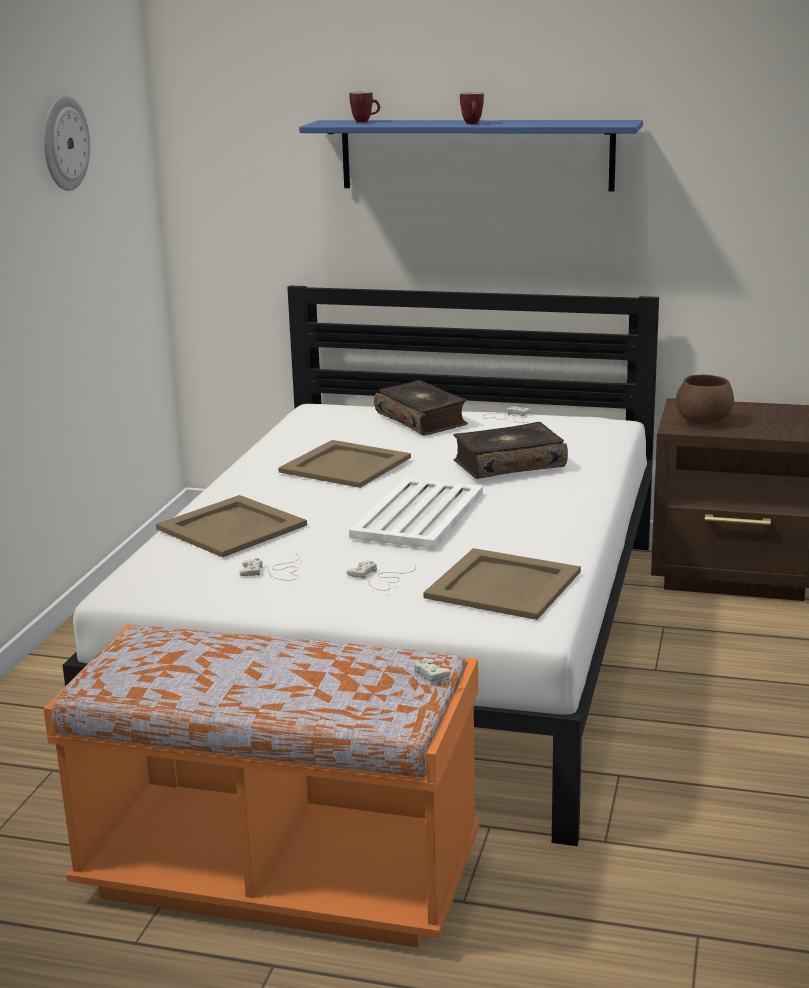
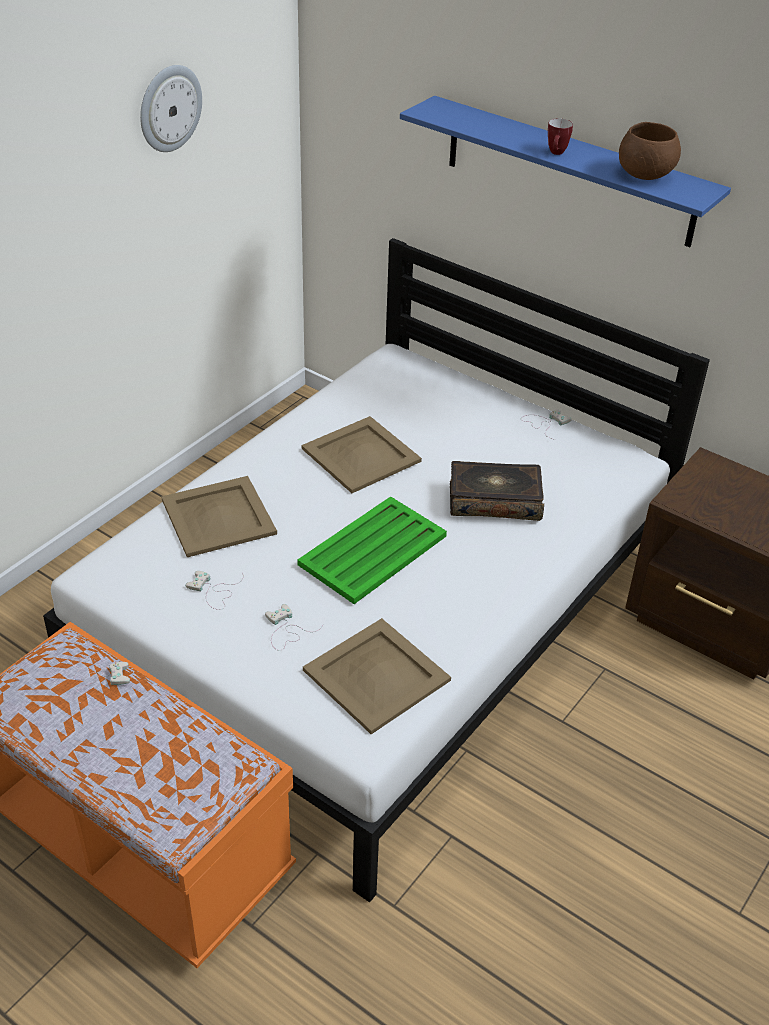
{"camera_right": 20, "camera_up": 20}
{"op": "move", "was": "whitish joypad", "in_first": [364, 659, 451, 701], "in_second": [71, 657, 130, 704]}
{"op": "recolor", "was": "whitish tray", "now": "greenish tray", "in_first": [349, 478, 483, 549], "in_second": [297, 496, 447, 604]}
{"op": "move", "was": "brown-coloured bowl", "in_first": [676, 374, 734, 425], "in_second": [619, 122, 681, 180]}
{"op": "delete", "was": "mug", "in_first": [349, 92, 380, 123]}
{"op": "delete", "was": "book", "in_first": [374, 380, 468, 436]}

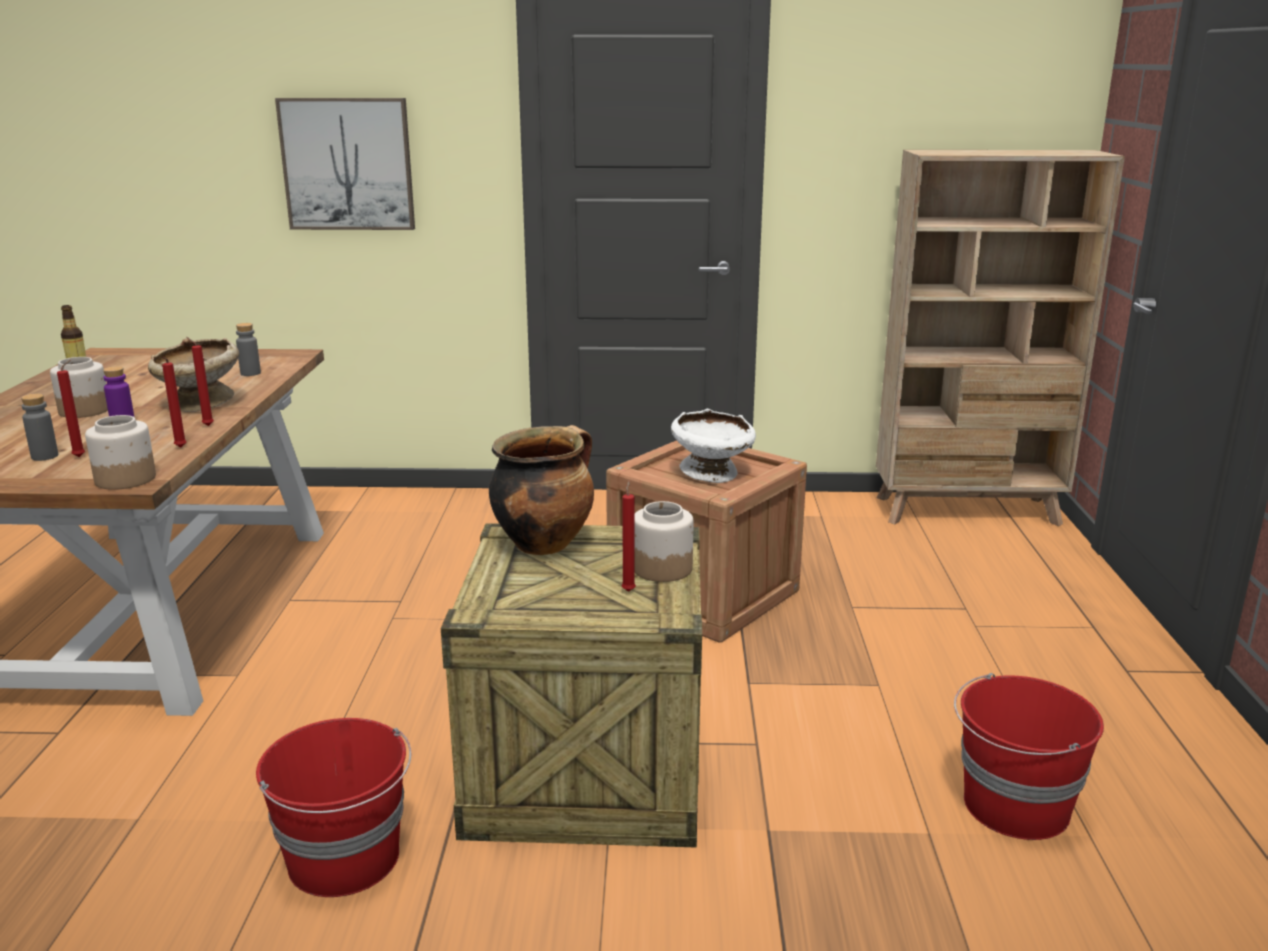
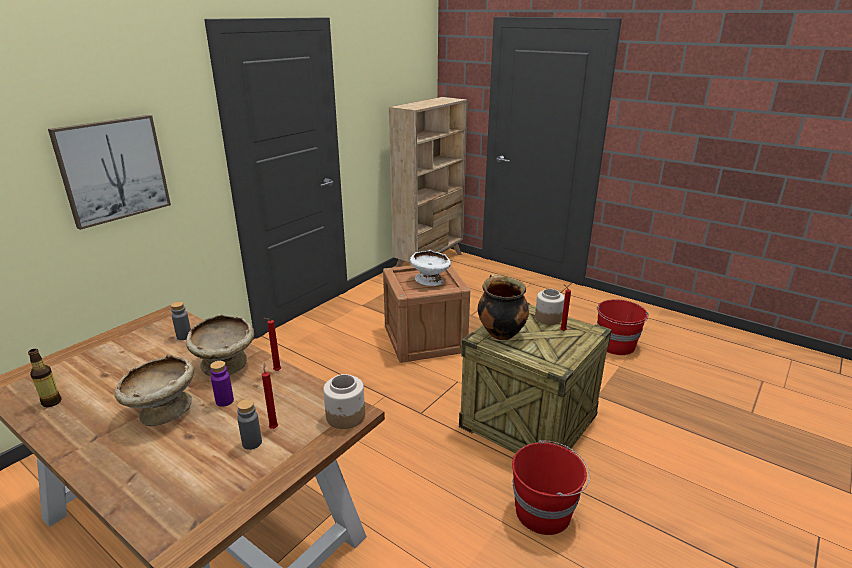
{"camera_right": -55, "camera_up": 5}
{"op": "replace", "was": "preserve jar", "now": "beige bowl", "in_first": [50, 357, 108, 418], "in_second": [114, 354, 194, 426]}
{"op": "delete", "was": "red-coloured candle", "in_first": [162, 357, 187, 447]}

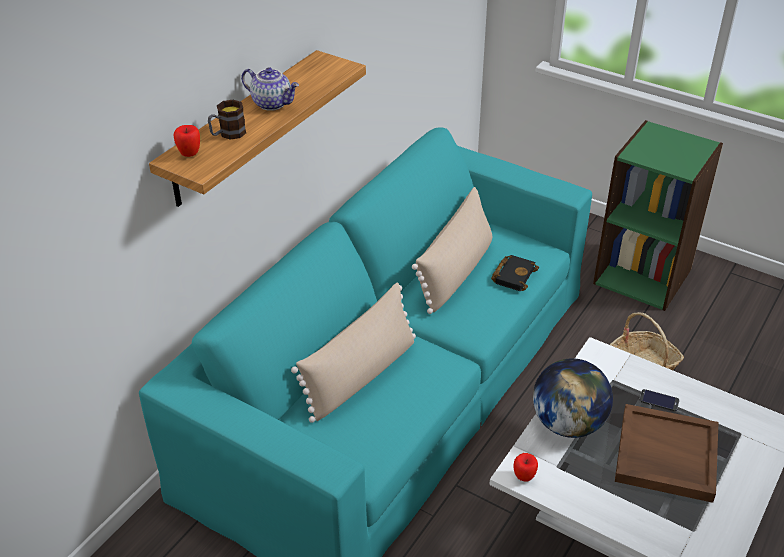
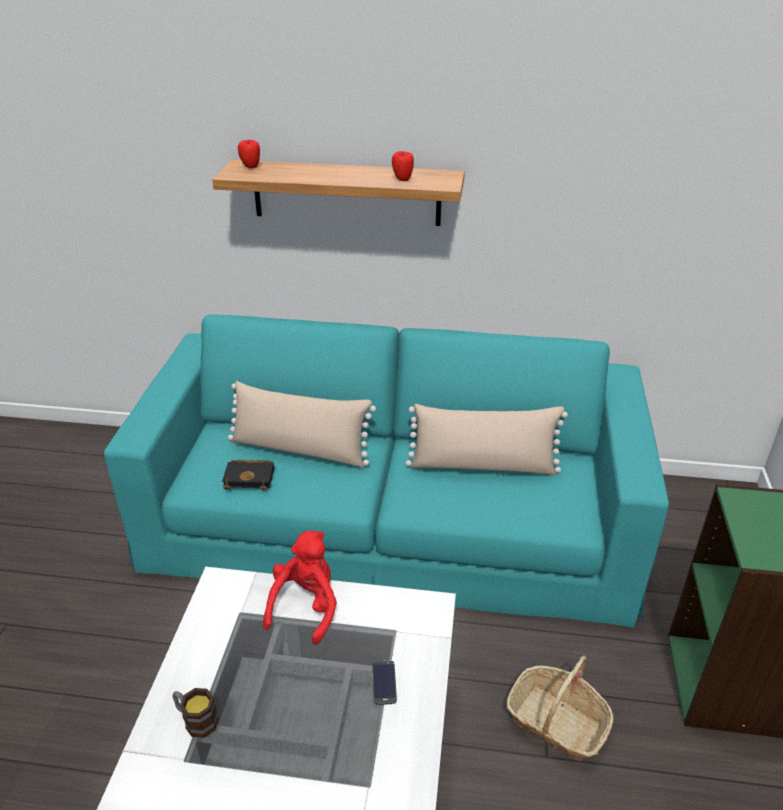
{"camera_right": 65, "camera_up": -5}
{"op": "move", "was": "mug", "in_first": [208, 100, 246, 140], "in_second": [172, 688, 219, 738]}
{"op": "move", "was": "blackish book", "in_first": [491, 255, 539, 291], "in_second": [222, 460, 274, 490]}
{"op": "replace", "was": "globe", "now": "red-coloured cuddly toy", "in_first": [533, 358, 613, 438], "in_second": [263, 531, 337, 645]}
{"op": "move", "was": "apple fruit", "in_first": [513, 453, 538, 482], "in_second": [392, 151, 414, 181]}
{"op": "delete", "was": "tea pot", "in_first": [241, 67, 299, 111]}
{"op": "delete", "was": "brown-coloured tray", "in_first": [615, 404, 719, 503]}

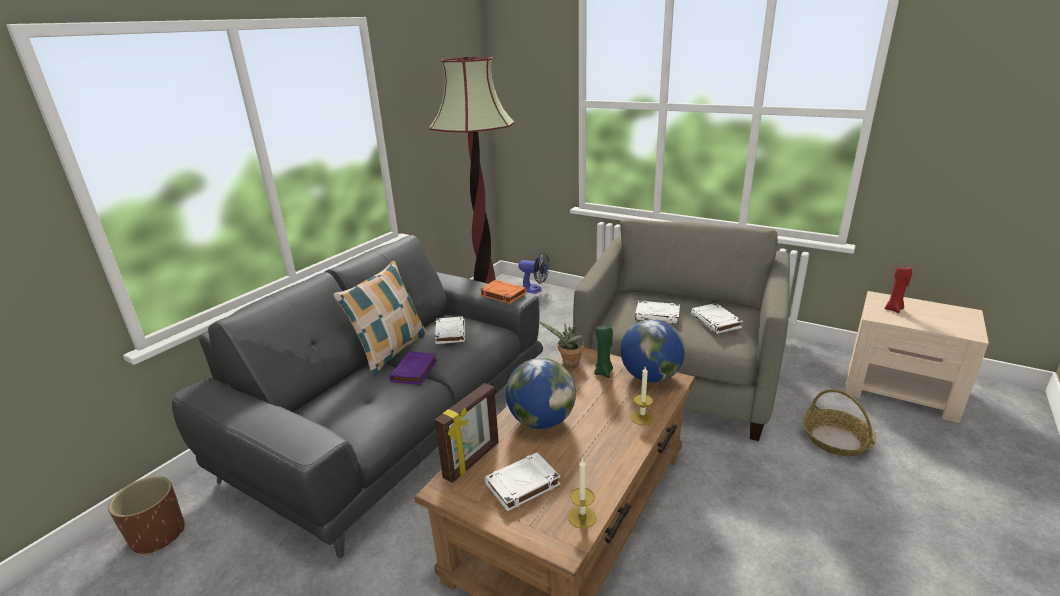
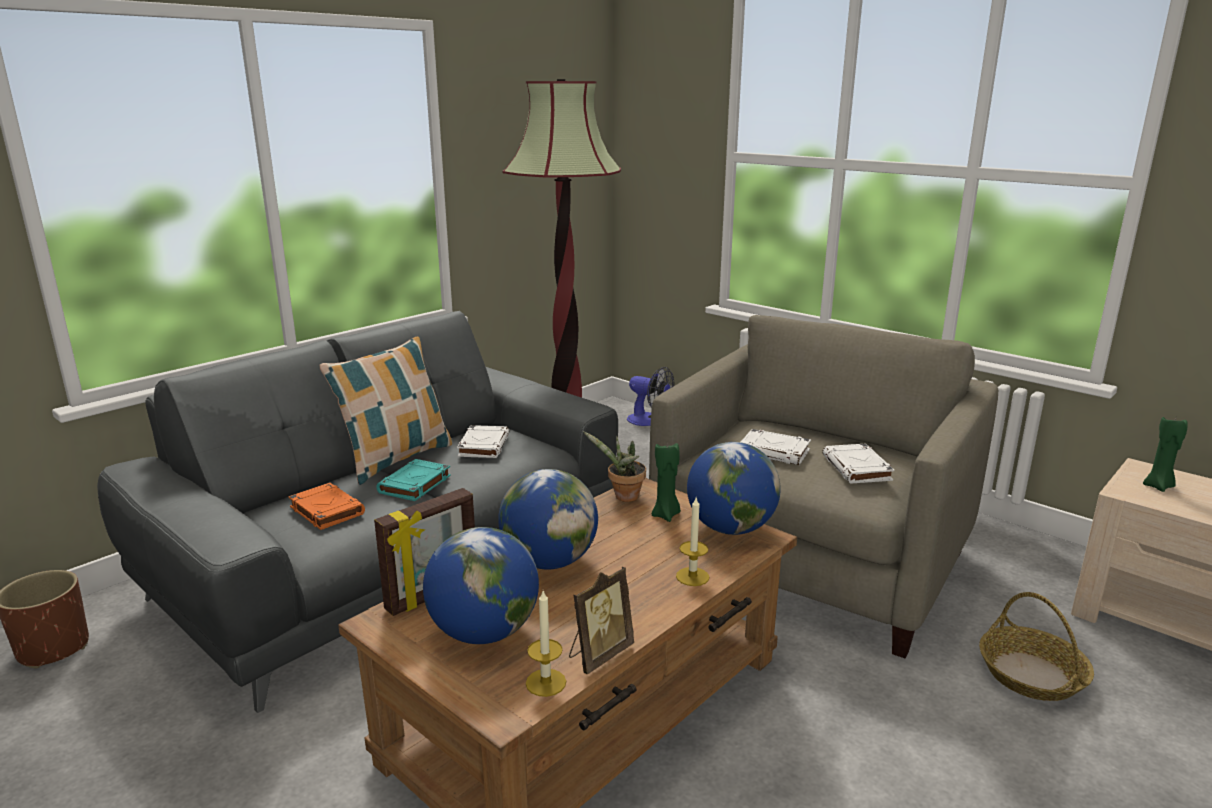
{"camera_right": 10, "camera_up": -5}
{"op": "move", "was": "orange book", "in_first": [479, 280, 526, 304], "in_second": [288, 483, 365, 530]}
{"op": "recolor", "was": "purplish book", "now": "turquoise-coloured book", "in_first": [389, 351, 437, 385], "in_second": [376, 459, 451, 501]}
{"op": "replace", "was": "whitish book", "now": "globe", "in_first": [485, 453, 561, 512], "in_second": [423, 527, 539, 644]}
{"op": "insert", "now": "standing frame", "in_second": [569, 567, 634, 674]}
{"op": "recolor", "was": "red-coloured candle", "now": "greenish candle", "in_first": [885, 267, 912, 313], "in_second": [1143, 417, 1188, 492]}

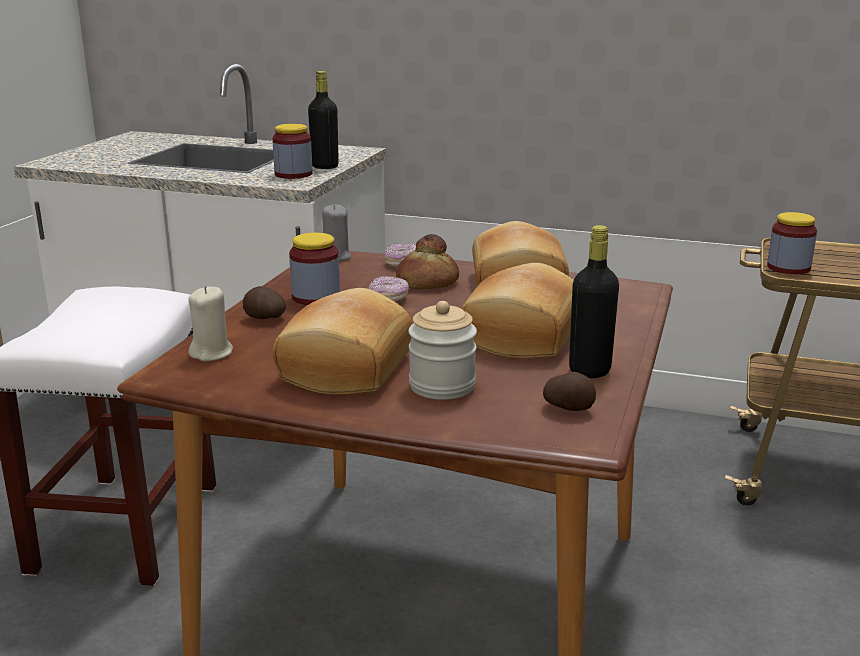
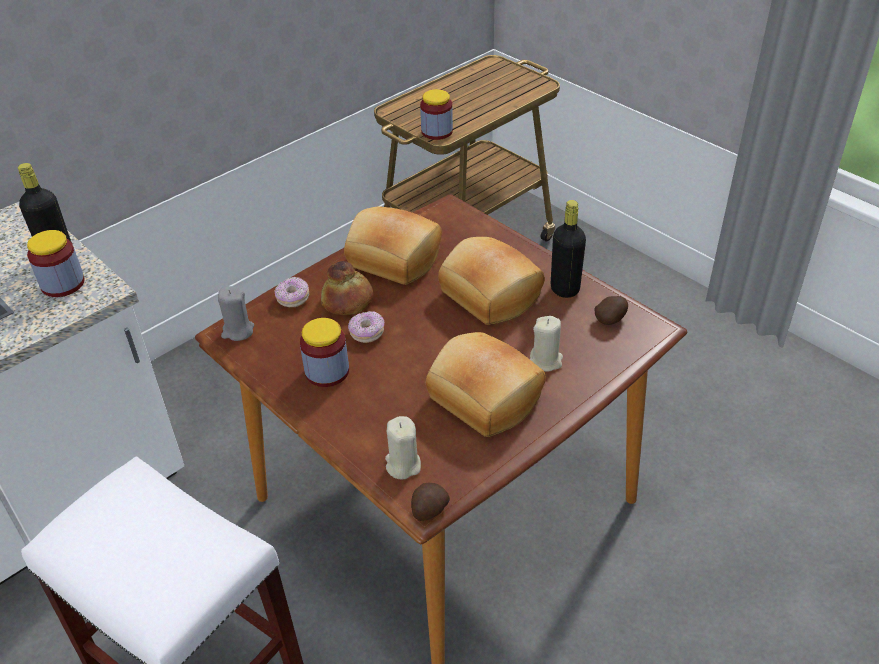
{"camera_right": -60, "camera_up": 20}
{"op": "move", "was": "potato", "in_first": [243, 286, 286, 319], "in_second": [411, 482, 450, 521]}
{"op": "replace", "was": "preserve jar", "now": "beige candle", "in_first": [408, 301, 477, 400], "in_second": [530, 316, 563, 372]}

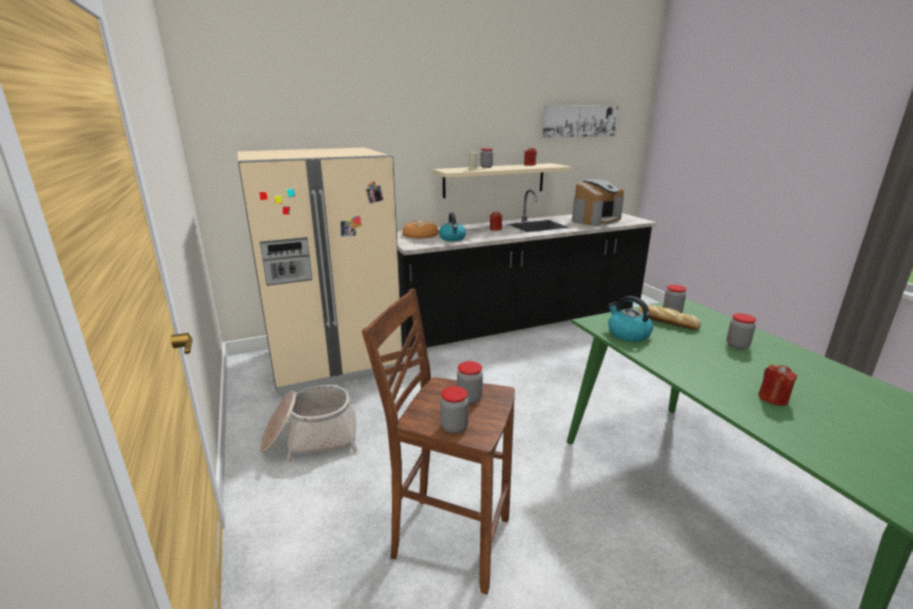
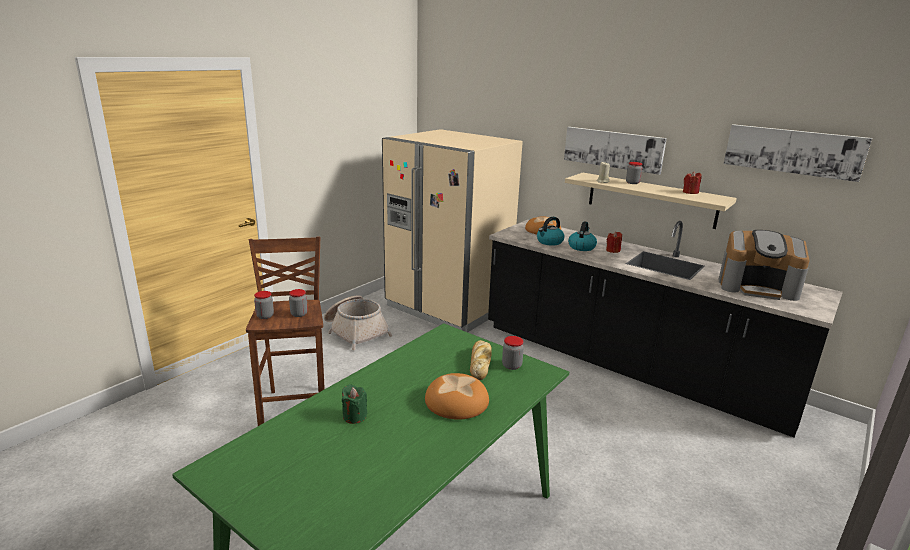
{"camera_right": 60, "camera_up": 0}
{"op": "recolor", "was": "red-coloured candle", "now": "greenish candle", "in_first": [758, 365, 798, 406], "in_second": [342, 384, 367, 424]}
{"op": "replace", "was": "preserve jar", "now": "bakery bread", "in_first": [726, 313, 756, 349], "in_second": [425, 373, 489, 419]}
{"op": "insert", "now": "wall picture", "in_second": [564, 127, 667, 175]}
{"op": "move", "was": "tea kettle", "in_first": [608, 296, 653, 342], "in_second": [568, 221, 597, 251]}

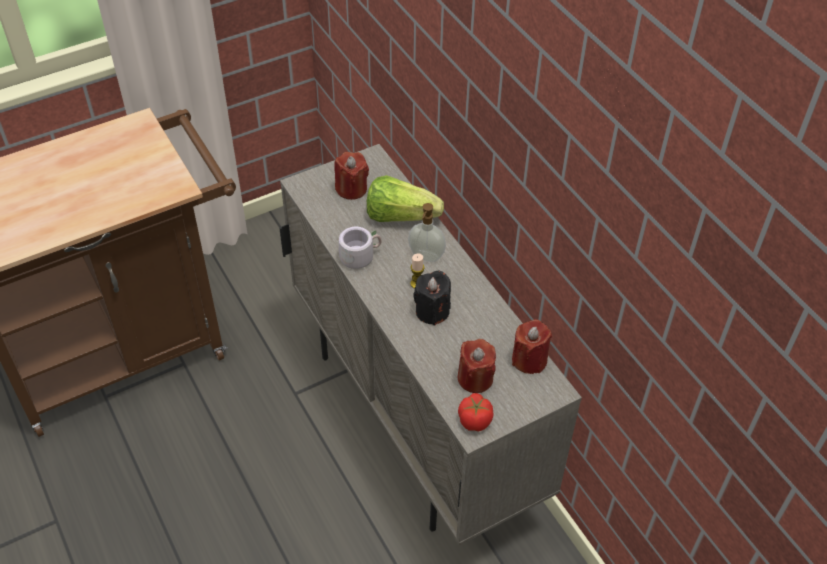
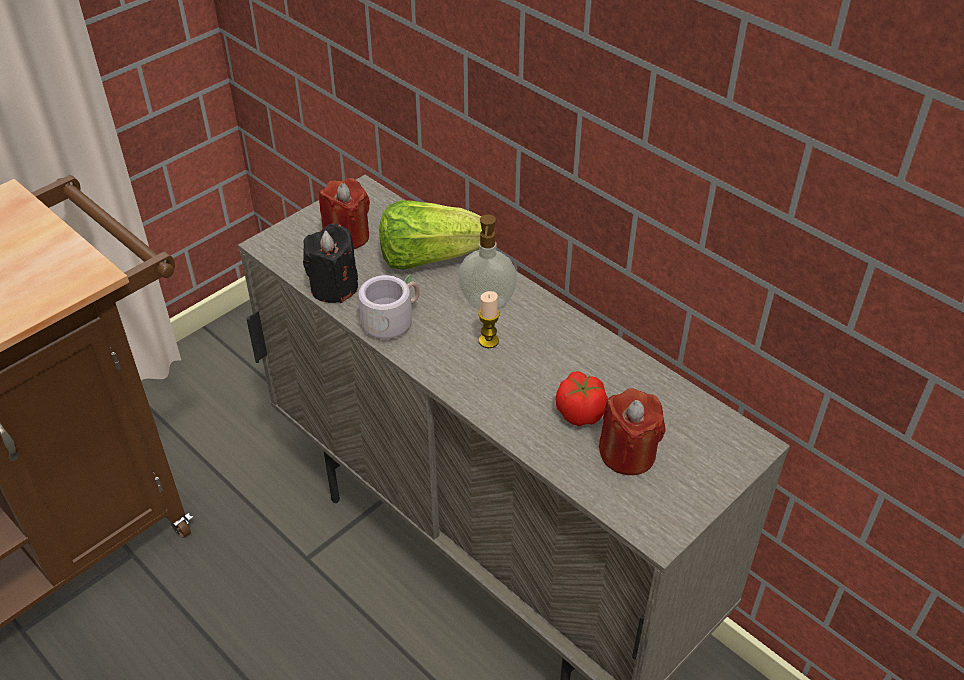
{"camera_right": -15, "camera_up": -5}
{"op": "move", "was": "blackish candle", "in_first": [413, 271, 451, 326], "in_second": [303, 224, 358, 303]}
{"op": "move", "was": "fresh tomato", "in_first": [458, 393, 494, 431], "in_second": [556, 371, 608, 426]}
{"op": "delete", "was": "red-coloured candle", "in_first": [512, 319, 552, 374]}

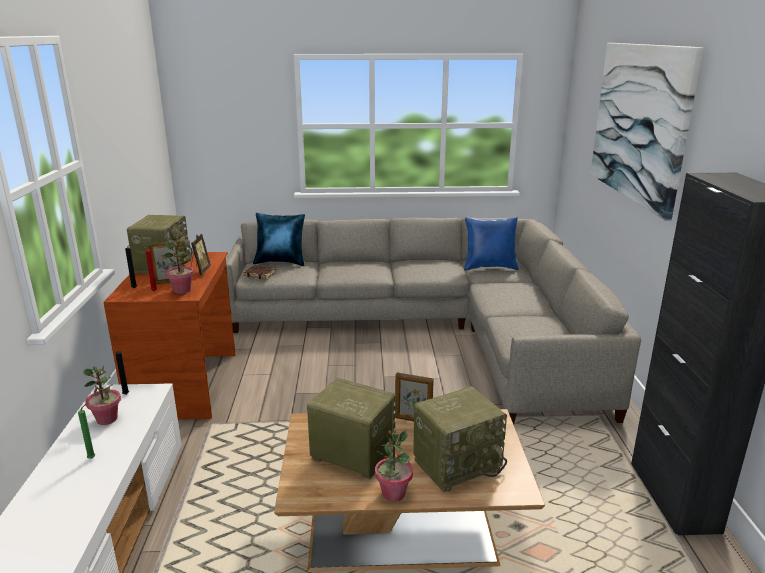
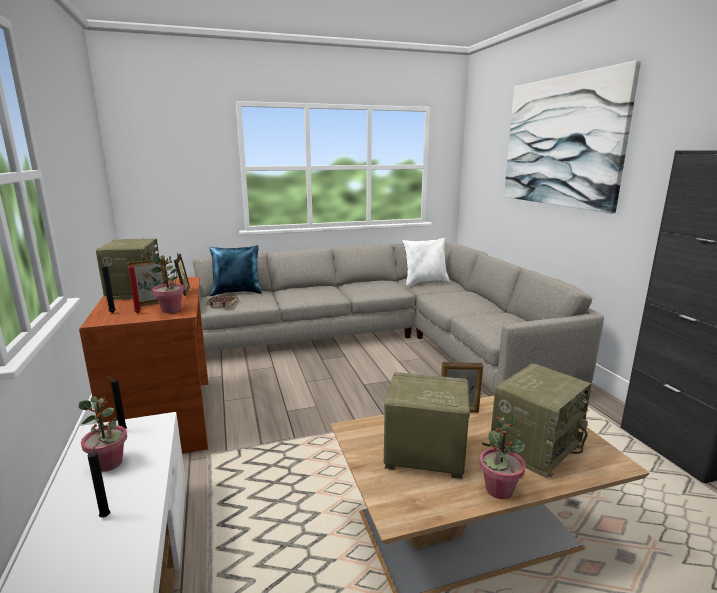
{"camera_right": -15, "camera_up": -5}
{"op": "recolor", "was": "greenish candle", "now": "blackish candle", "in_first": [78, 403, 95, 459], "in_second": [88, 442, 110, 518]}
{"op": "recolor", "was": "blue throw pillow", "now": "whitish throw pillow", "in_first": [464, 217, 519, 270], "in_second": [402, 238, 450, 286]}

